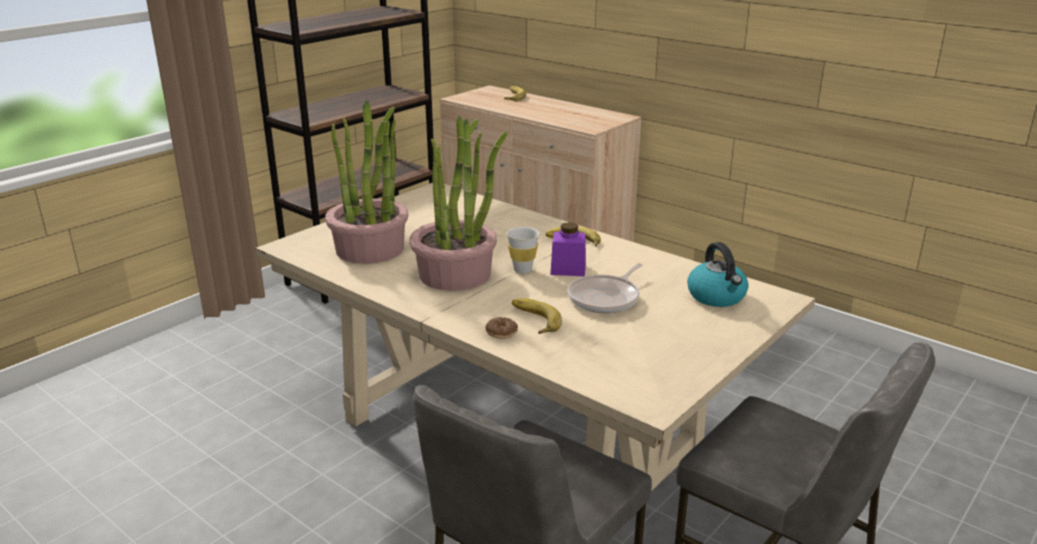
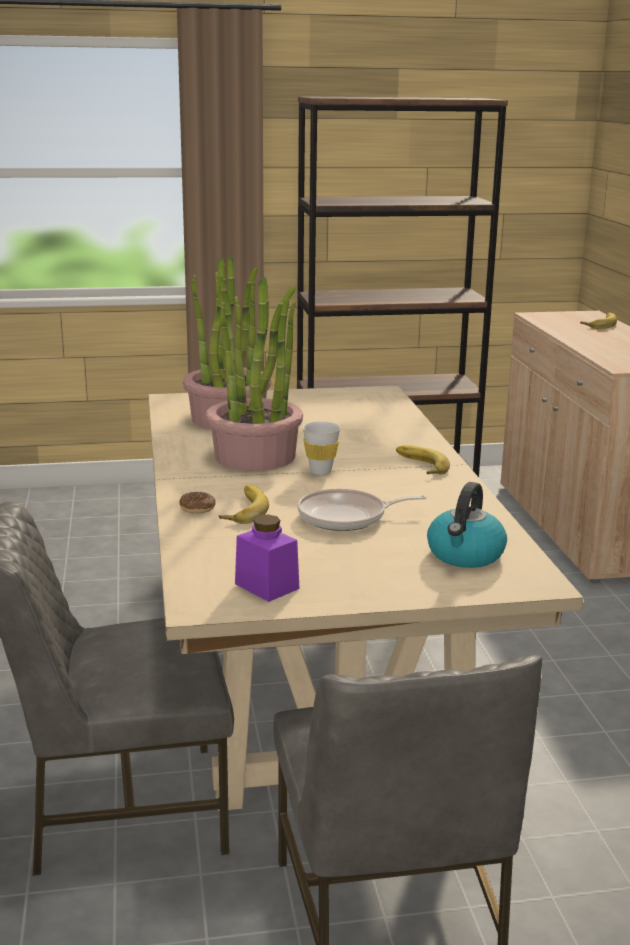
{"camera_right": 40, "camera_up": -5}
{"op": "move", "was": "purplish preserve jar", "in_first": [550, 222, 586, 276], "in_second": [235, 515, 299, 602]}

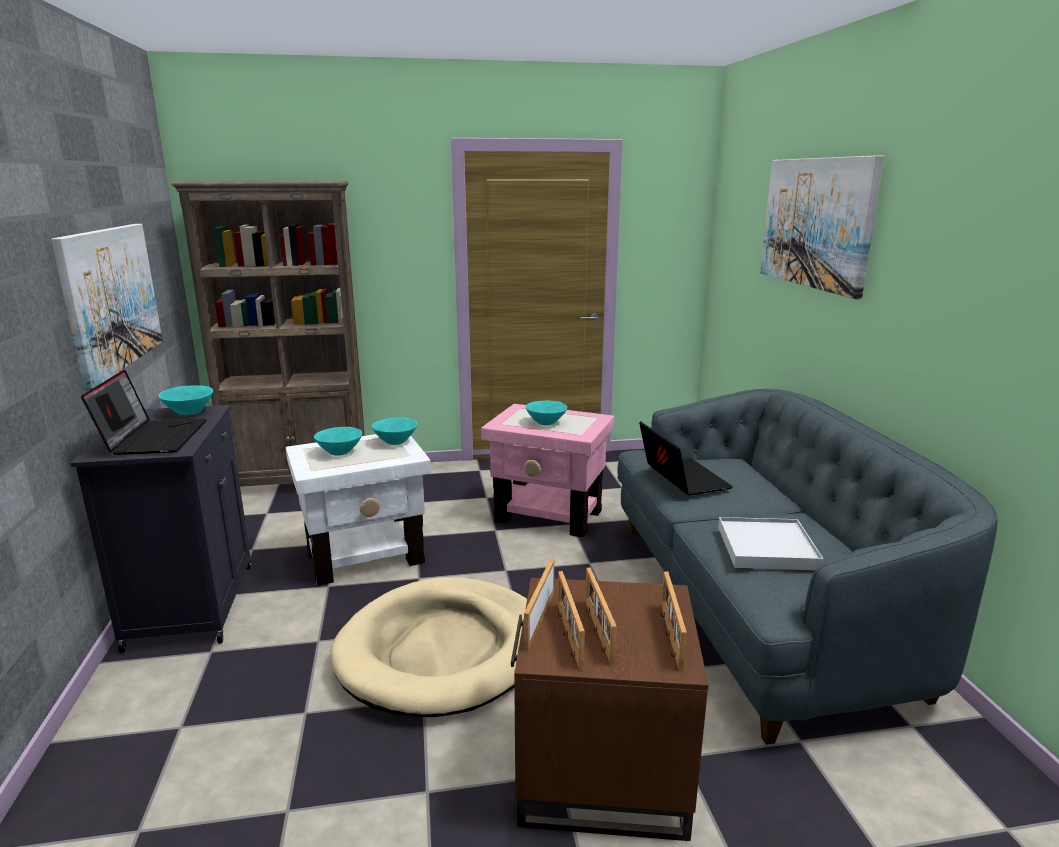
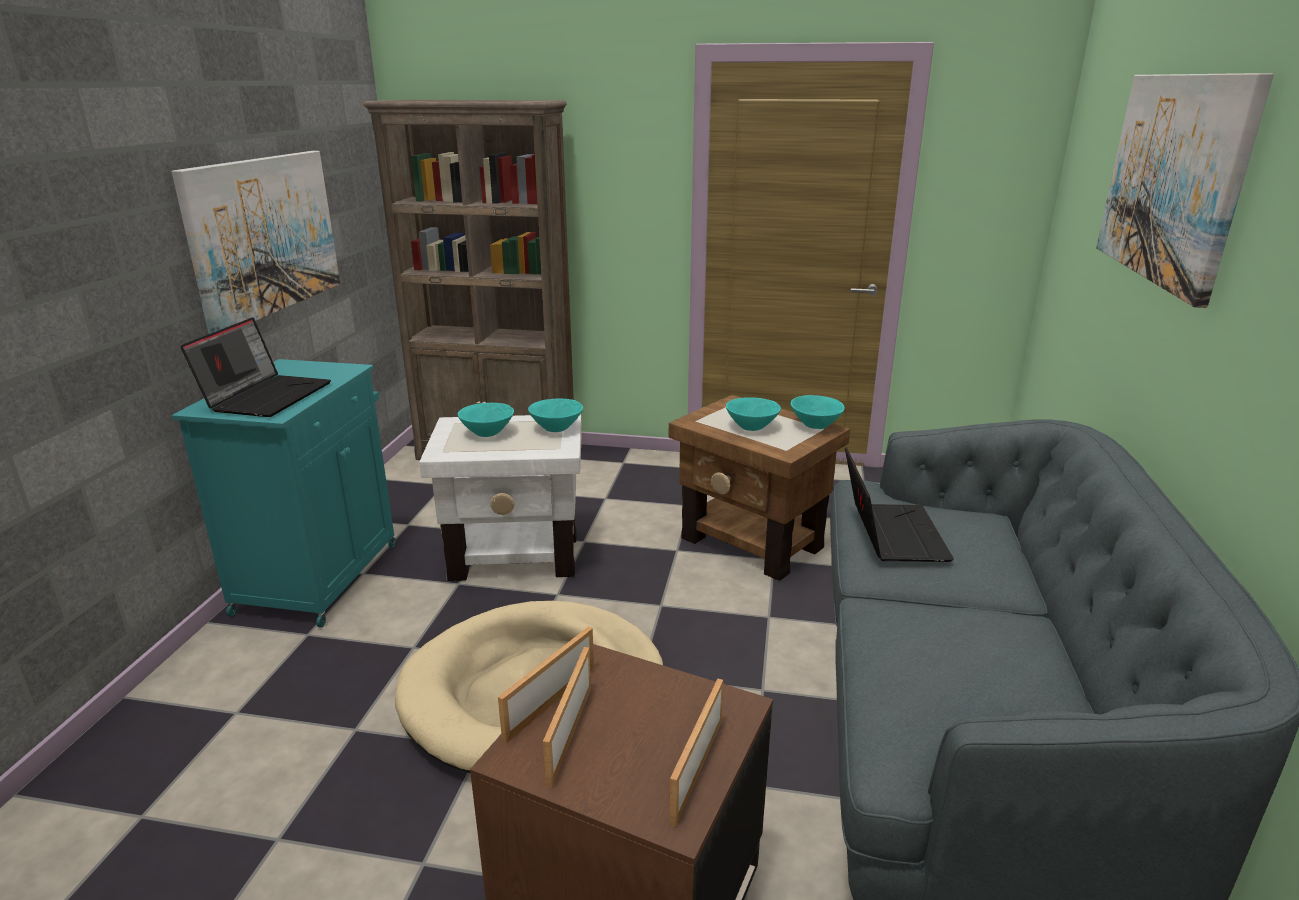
{"camera_right": 20, "camera_up": 5}
{"op": "recolor", "was": "blackish cupboard", "now": "turquoise-coloured cupboard", "in_first": [70, 405, 251, 653], "in_second": [172, 359, 396, 627]}
{"op": "recolor", "was": "pinkish side table", "now": "brown-coloured side table", "in_first": [481, 404, 614, 538], "in_second": [669, 395, 850, 581]}
{"op": "move", "was": "turquoise-coloured bowl", "in_first": [159, 386, 213, 415], "in_second": [791, 395, 845, 429]}
{"op": "delete", "was": "standing frame", "in_first": [585, 567, 617, 665]}
{"op": "delete", "was": "whitish tray", "in_first": [718, 517, 823, 570]}

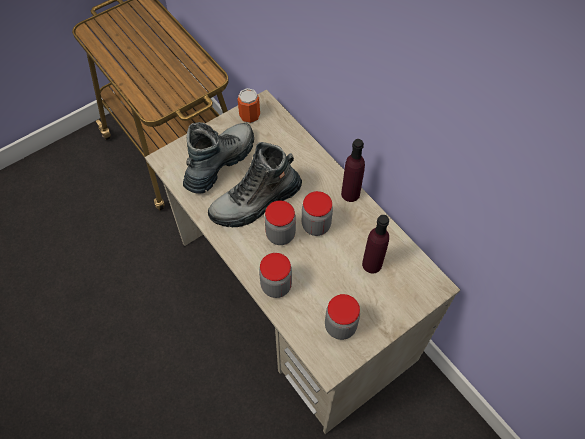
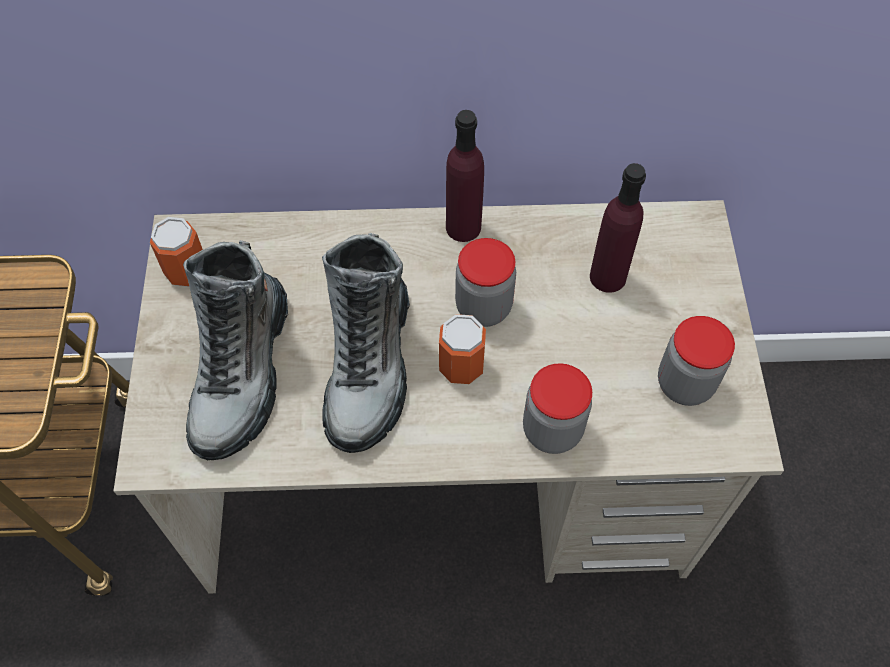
{"camera_right": -55, "camera_up": 0}
{"op": "rotate", "was": "high-top boot", "in_first": [183, 122, 254, 194], "in_second": [183, 240, 288, 460], "clockwise": -150}
{"op": "replace", "was": "preserve jar", "now": "sealed can", "in_first": [265, 201, 296, 245], "in_second": [439, 314, 486, 384]}

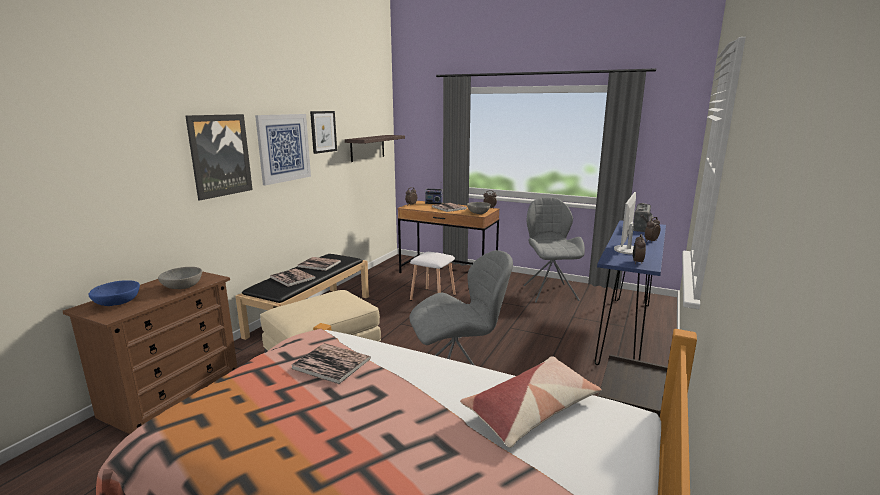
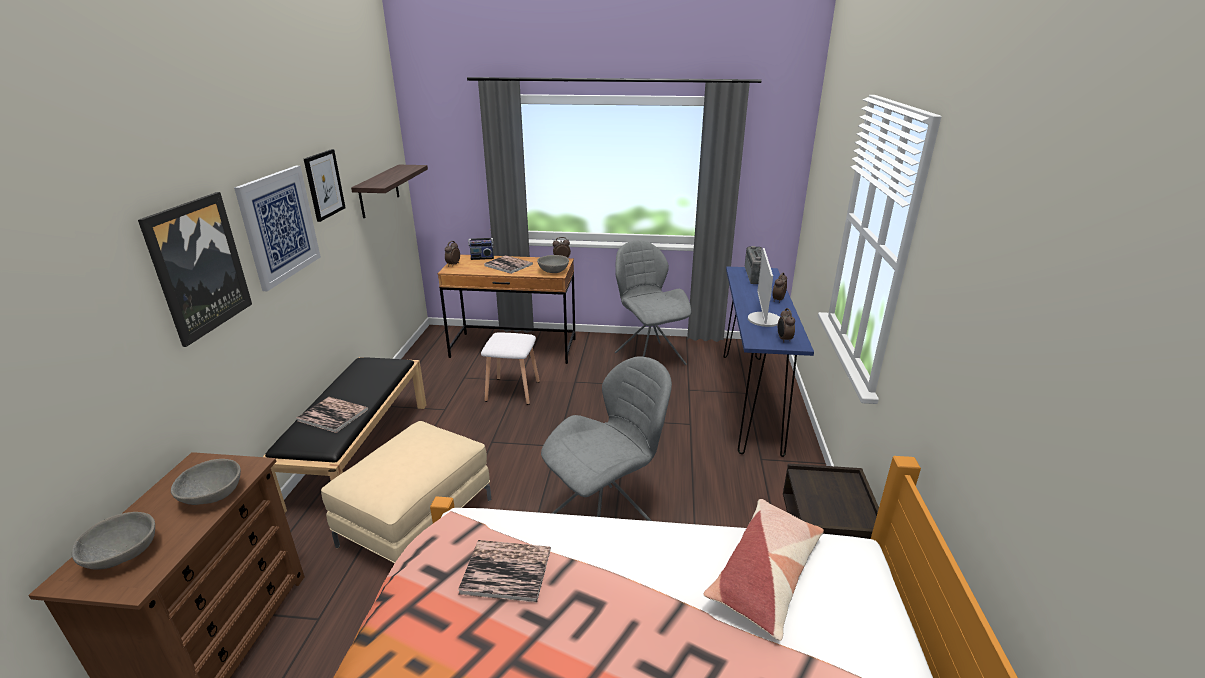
{"camera_right": -20, "camera_up": 10}
{"op": "recolor", "was": "blue bowl", "now": "greyish bowl", "in_first": [89, 280, 140, 306], "in_second": [72, 512, 155, 570]}
{"op": "delete", "was": "book", "in_first": [298, 257, 341, 271]}

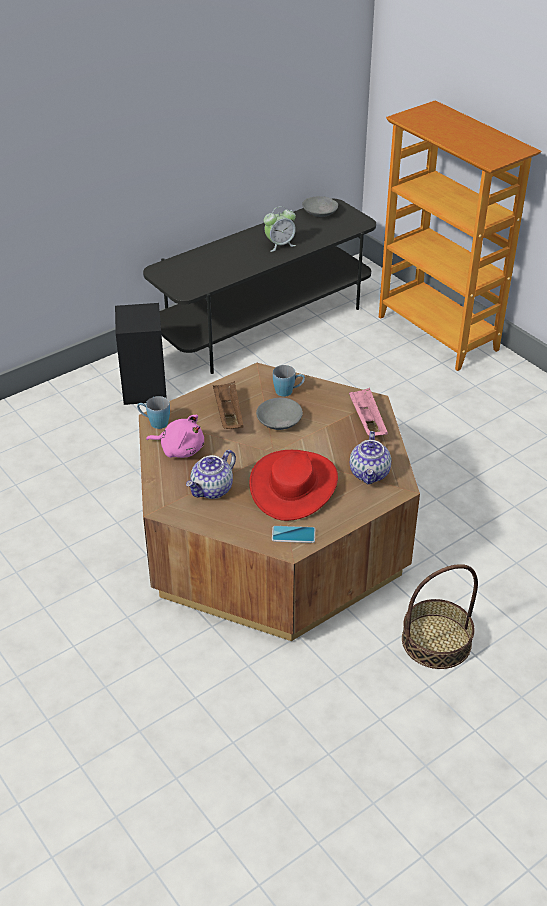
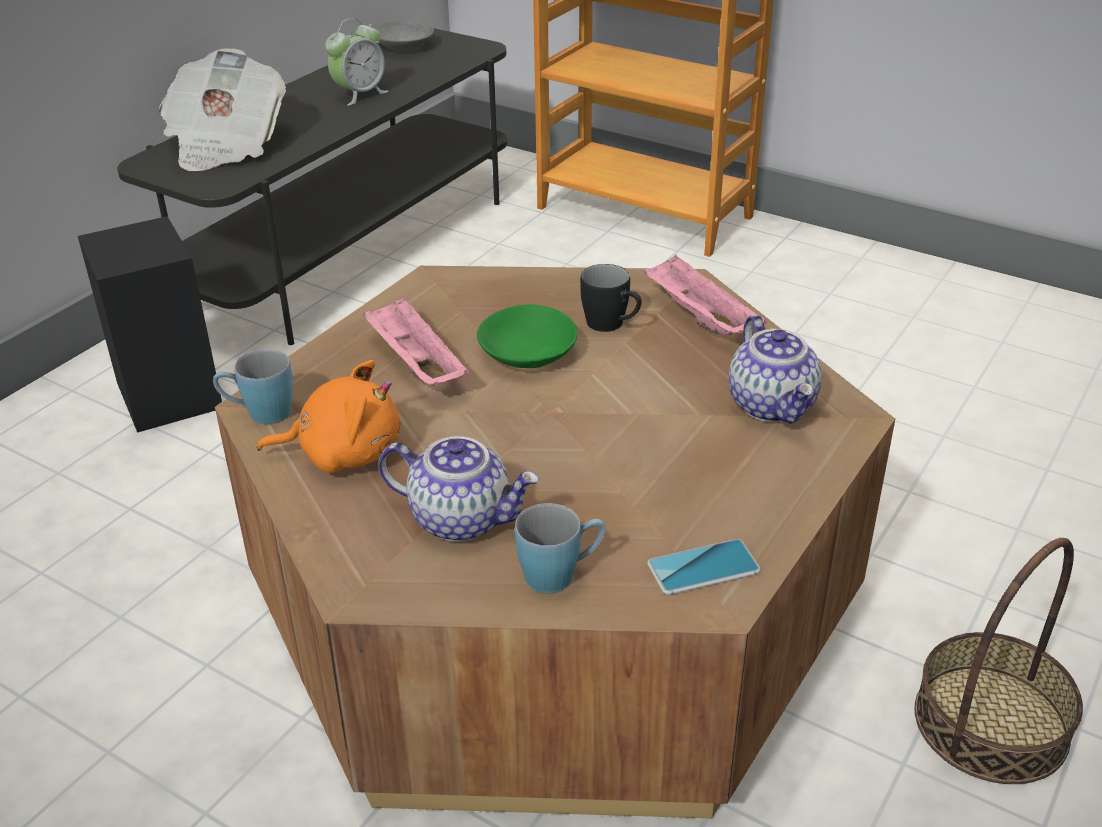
{"camera_right": -20, "camera_up": -5}
{"op": "insert", "now": "daily paper", "in_second": [159, 48, 286, 171]}
{"op": "recolor", "was": "pinkish cuddly toy", "now": "orange cuddly toy", "in_first": [146, 415, 204, 458], "in_second": [257, 360, 400, 473]}
{"op": "recolor", "was": "brown-coloured tray", "now": "pinkish tray", "in_first": [213, 381, 243, 429], "in_second": [362, 296, 470, 385]}
{"op": "rotate", "was": "tea pot", "in_first": [186, 450, 236, 499], "in_second": [378, 436, 539, 542], "clockwise": -90}
{"op": "recolor", "was": "greyish bowl", "now": "greenish bowl", "in_first": [256, 398, 303, 430], "in_second": [477, 304, 577, 368]}
{"op": "move", "was": "blue mug", "in_first": [273, 365, 305, 397], "in_second": [515, 503, 606, 593]}
{"op": "insert", "now": "blackish mug", "in_second": [580, 264, 642, 332]}
{"op": "delete", "was": "red-coloured wearable hat", "in_first": [249, 450, 338, 521]}

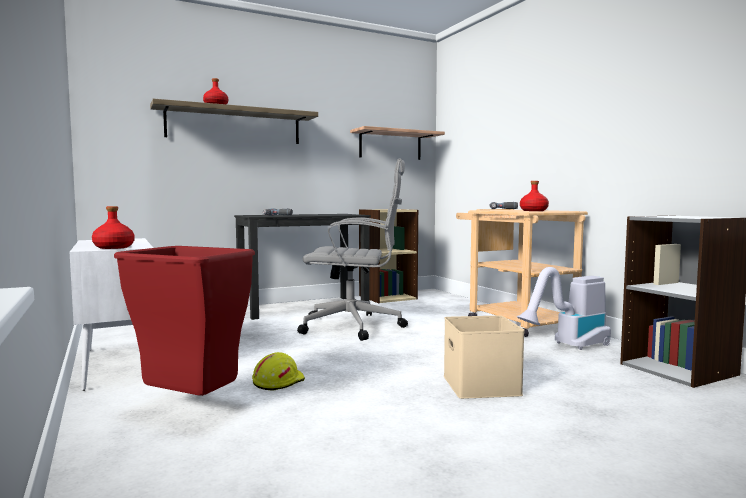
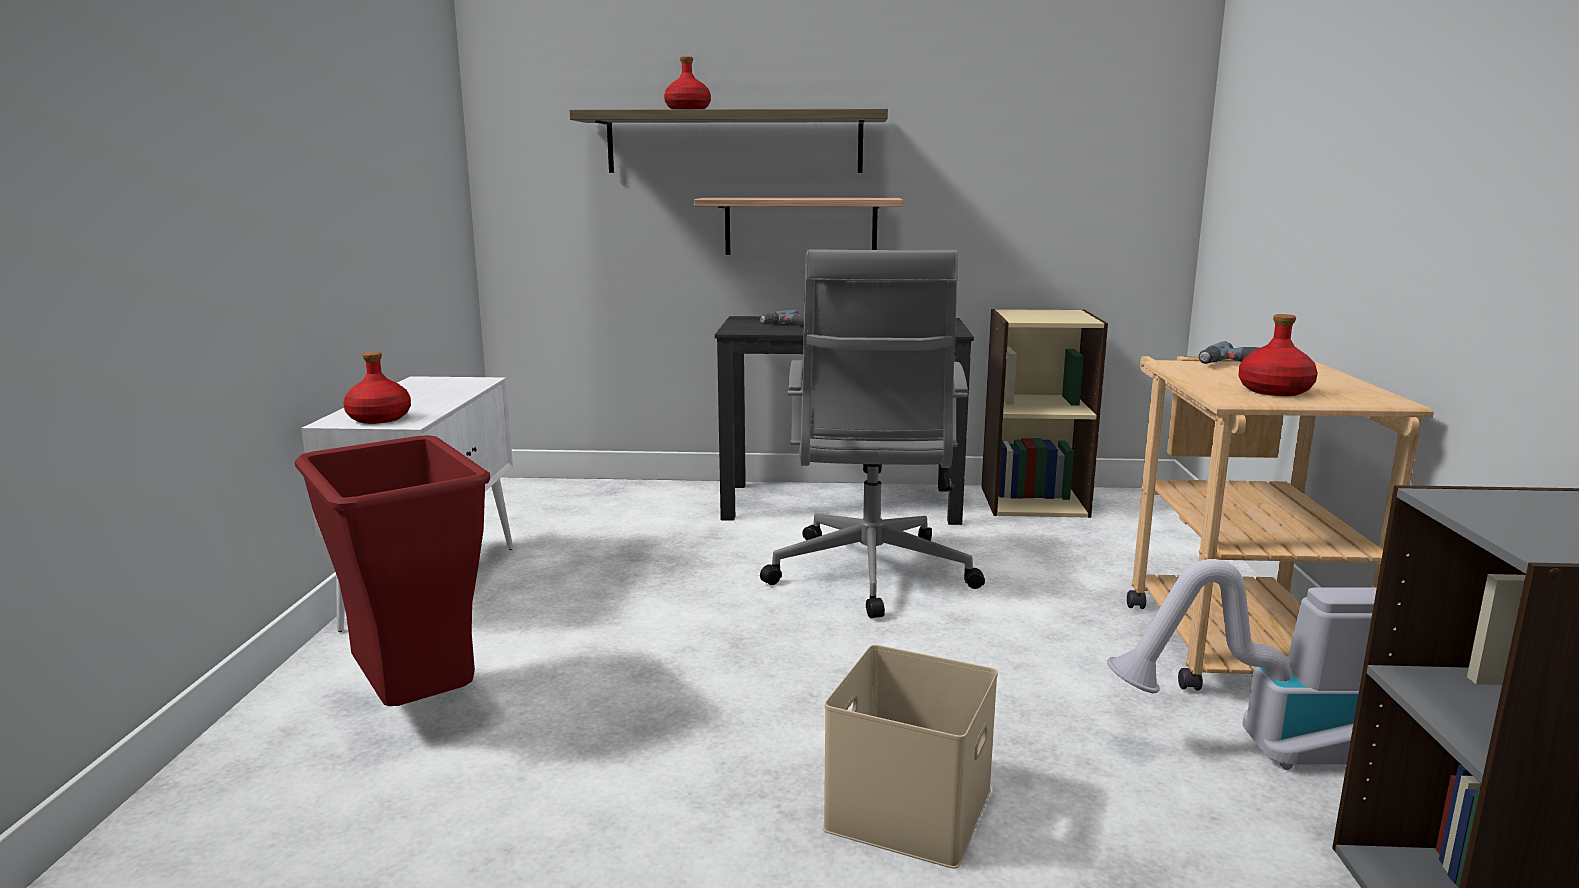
{"camera_right": 30, "camera_up": 10}
{"op": "move", "was": "bracket shelf", "in_first": [350, 126, 445, 160], "in_second": [694, 197, 903, 255]}
{"op": "rotate", "was": "greyish office chair", "in_first": [297, 158, 408, 341], "in_second": [760, 249, 985, 618], "clockwise": 60}
{"op": "delete", "was": "yellow-coloured hard hat", "in_first": [252, 352, 305, 391]}

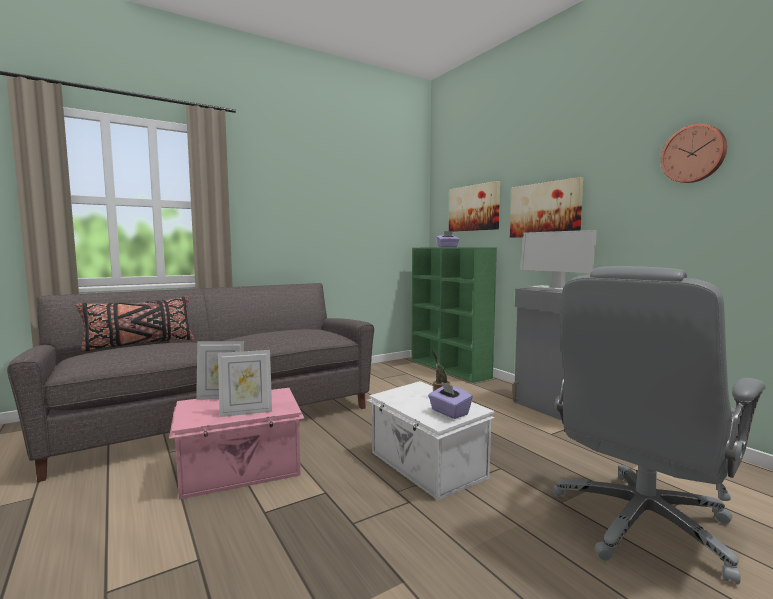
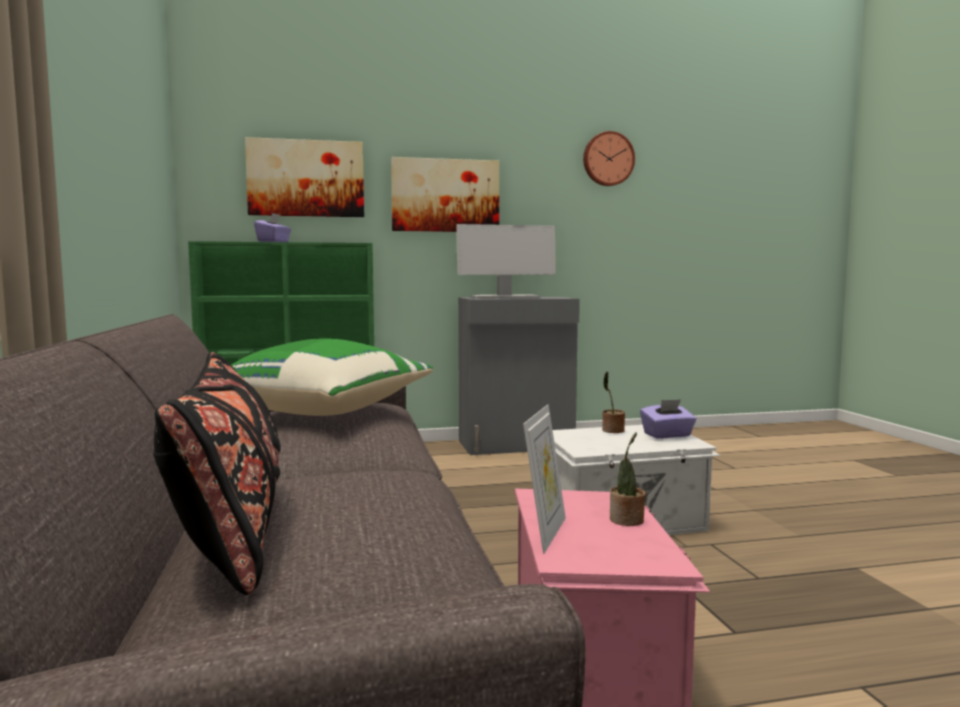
{"camera_right": -70, "camera_up": 0}
{"op": "insert", "now": "greenish throw pillow", "in_second": [232, 338, 433, 416]}
{"op": "replace", "was": "standing frame", "now": "potted plant", "in_first": [218, 350, 272, 417], "in_second": [610, 432, 645, 526]}
{"op": "delete", "was": "greyish office chair", "in_first": [552, 266, 766, 585]}

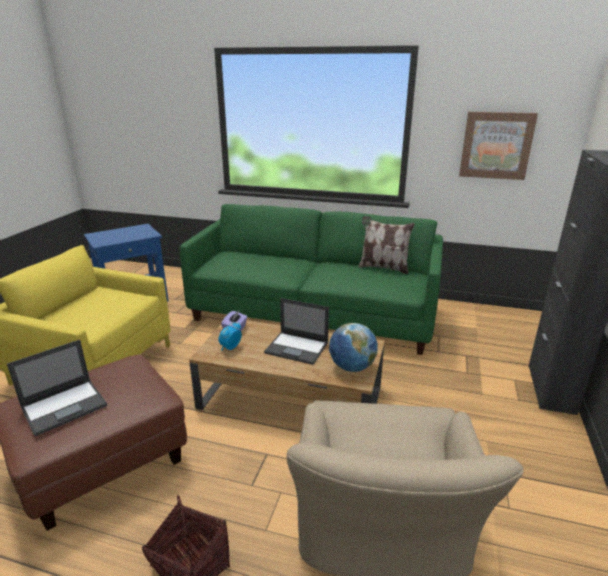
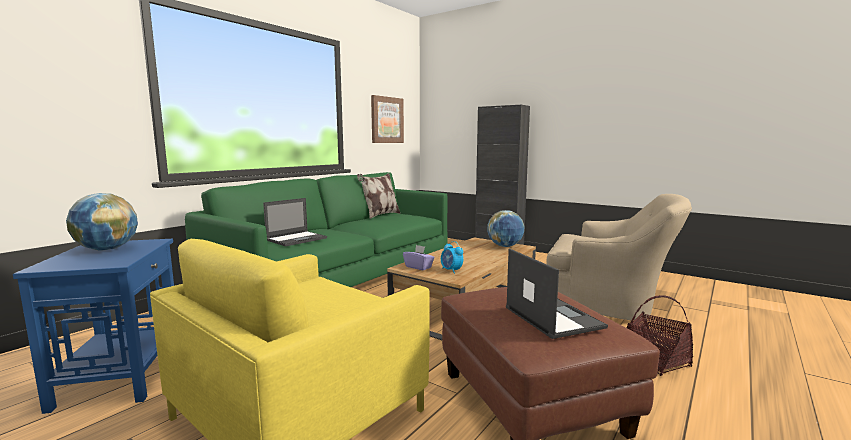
{"camera_right": -70, "camera_up": -15}
{"op": "insert", "now": "globe", "in_second": [66, 193, 138, 251]}
{"op": "move", "was": "notebook computer", "in_first": [264, 298, 329, 365], "in_second": [263, 198, 327, 246]}

